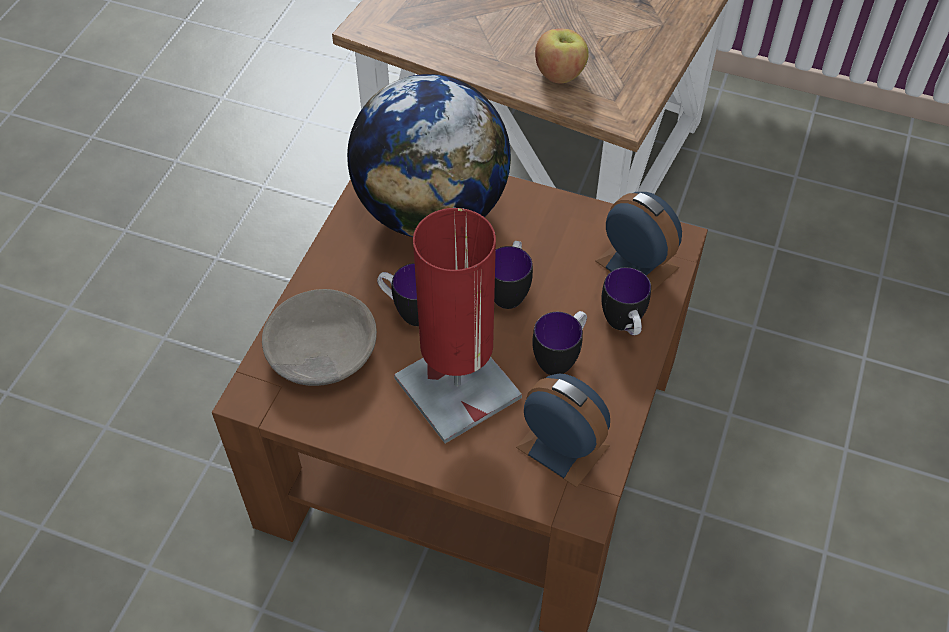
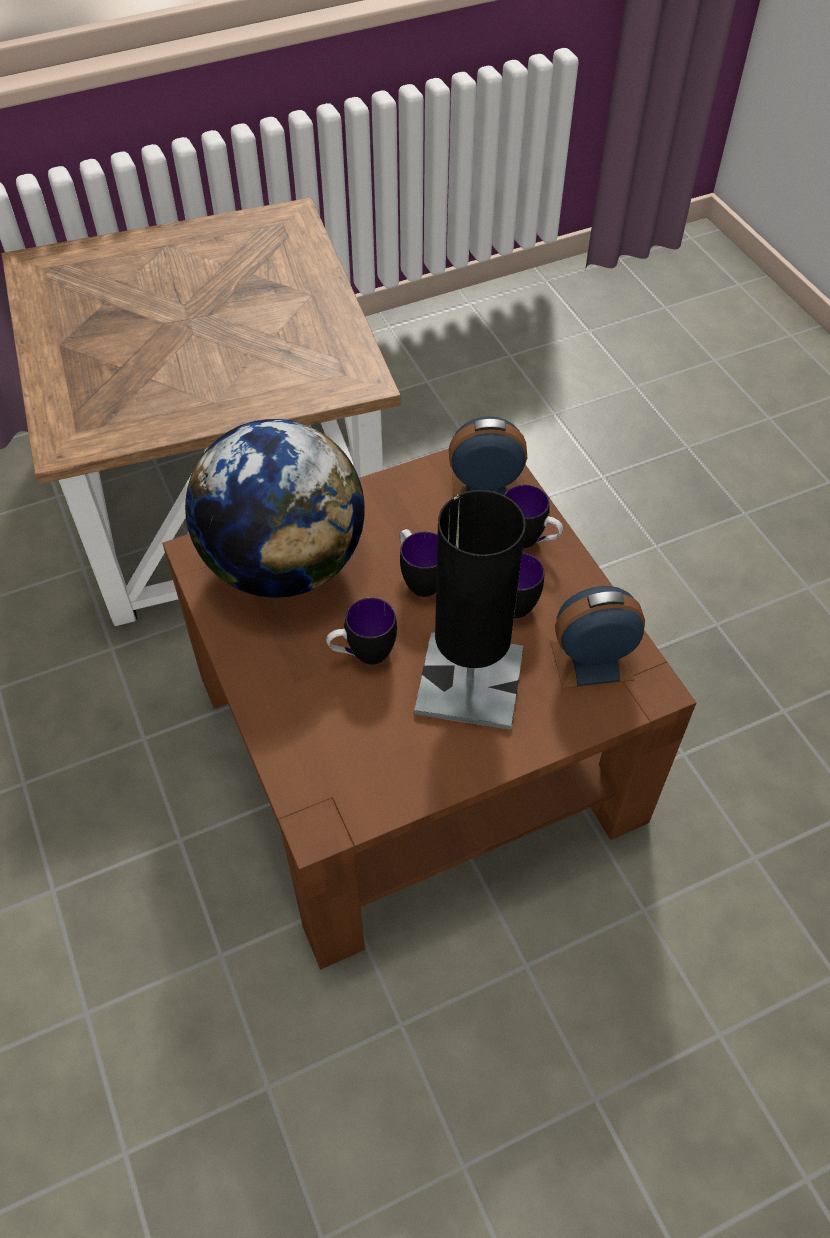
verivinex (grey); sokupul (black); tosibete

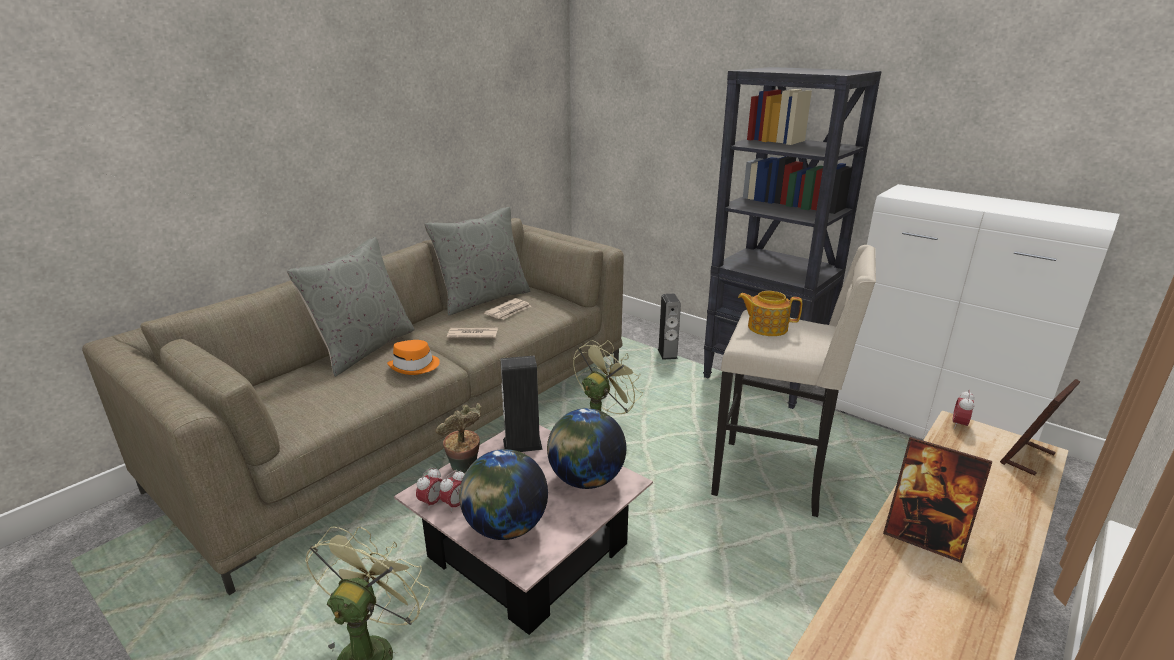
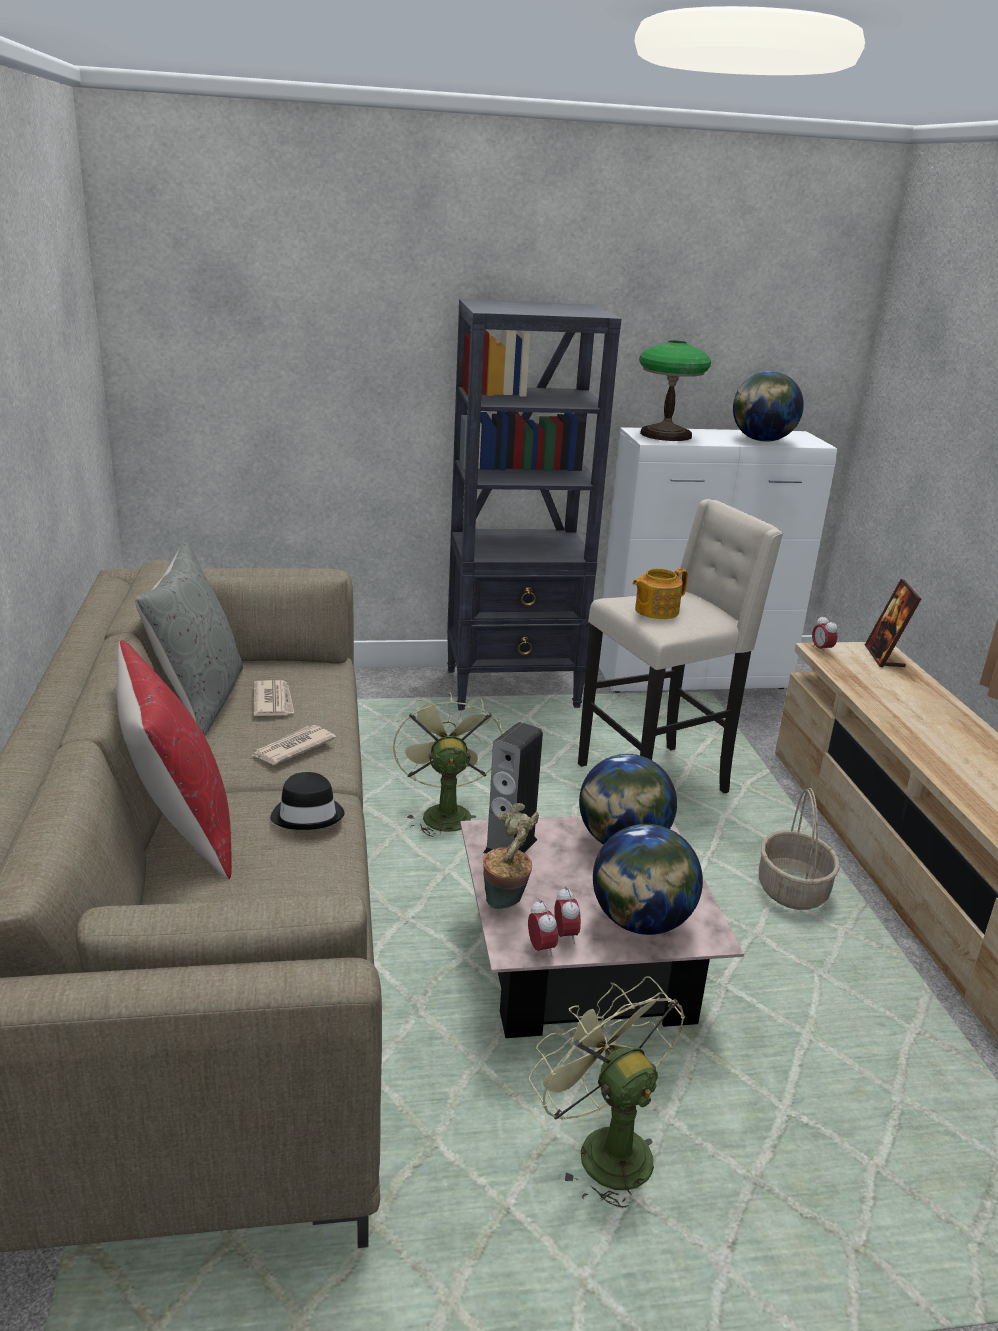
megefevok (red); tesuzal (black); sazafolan (2nd from left in the first image); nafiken (1st from left in the first image); sokupul; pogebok (3rd from left); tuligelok

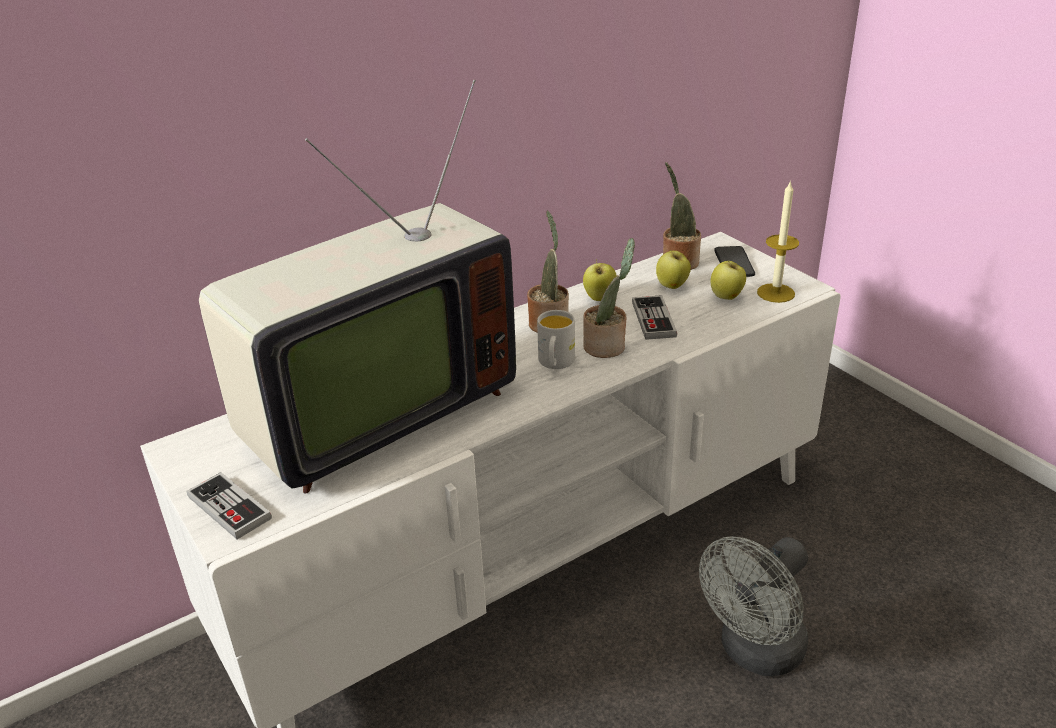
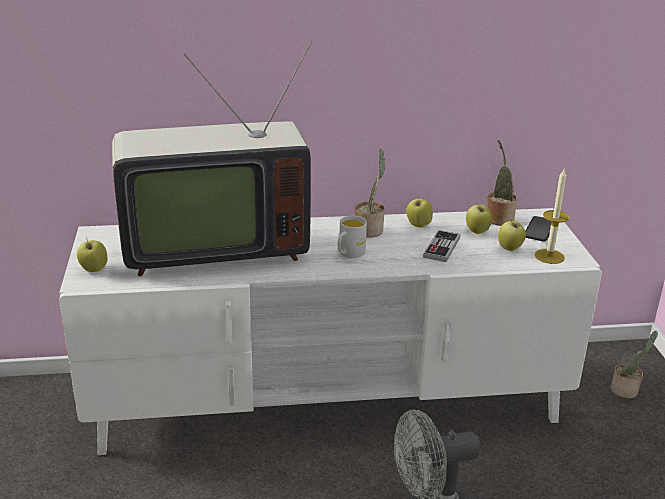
tosibete (1st from left); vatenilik (3rd from left)

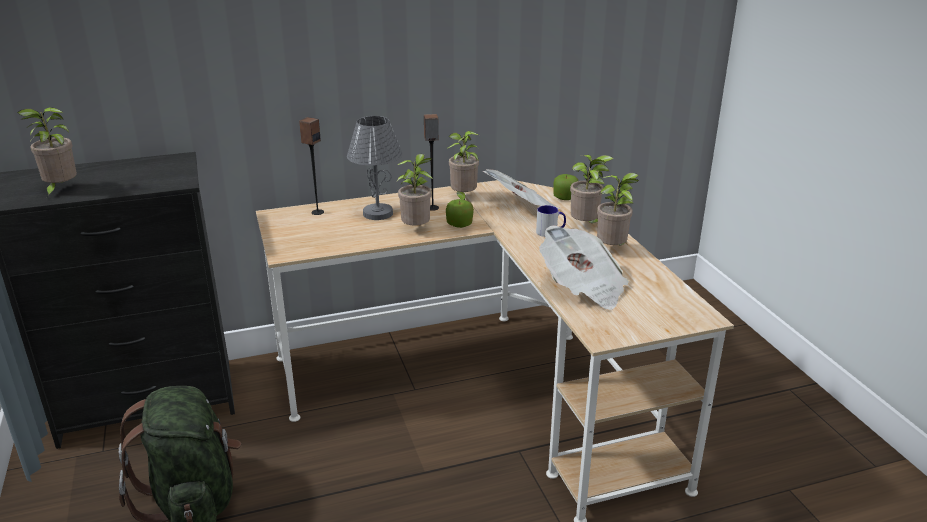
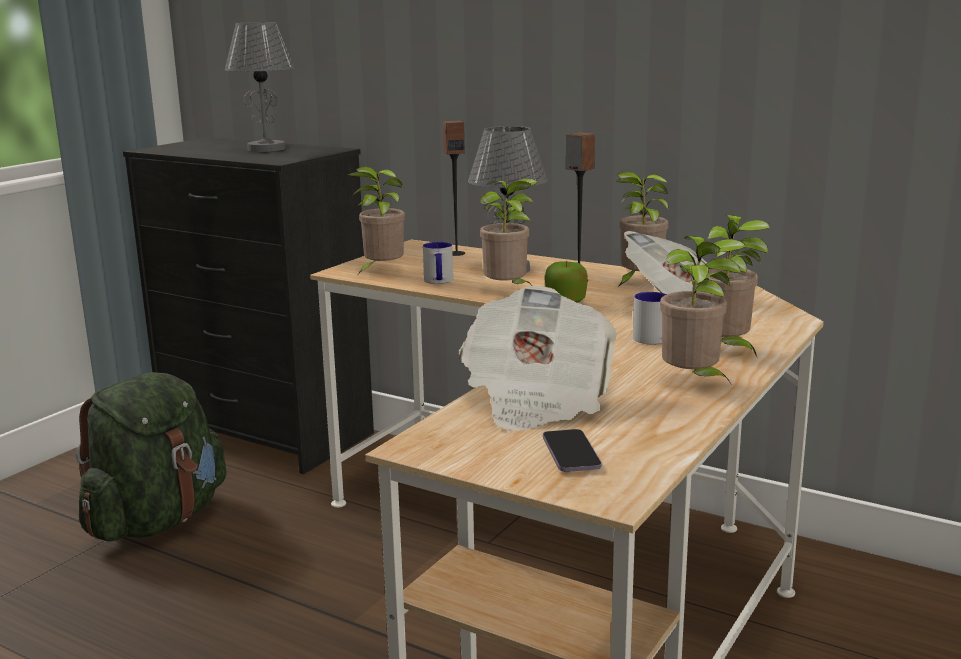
vatenilik (1st from left); tosibete (2nd from left in the first image); sokupul (grey) (1st from left); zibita (1st from left); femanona

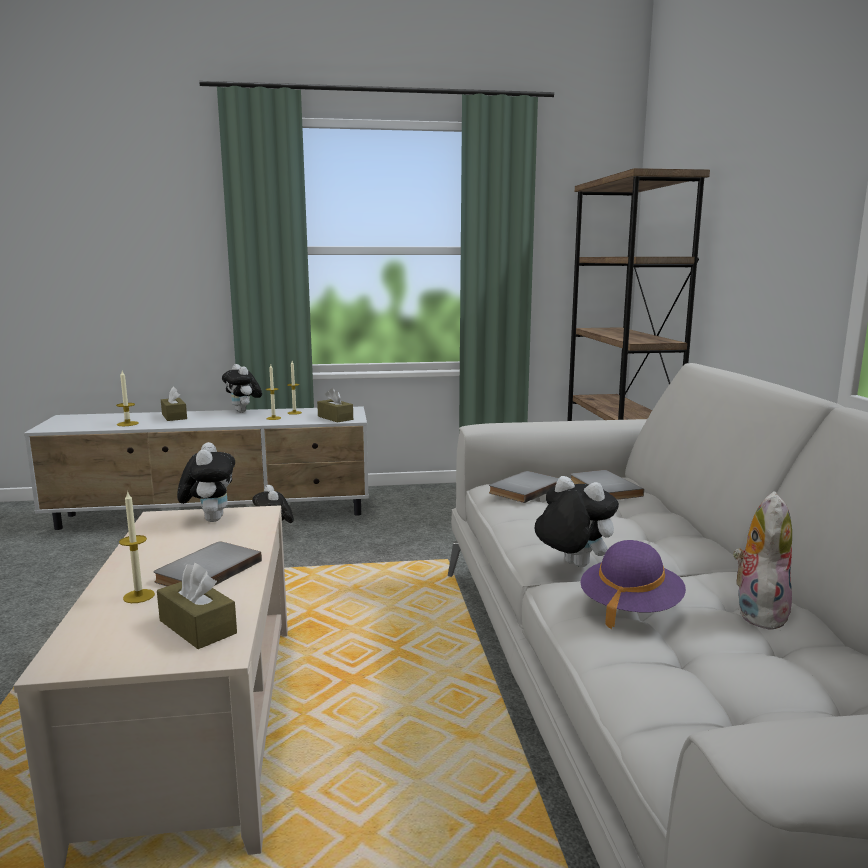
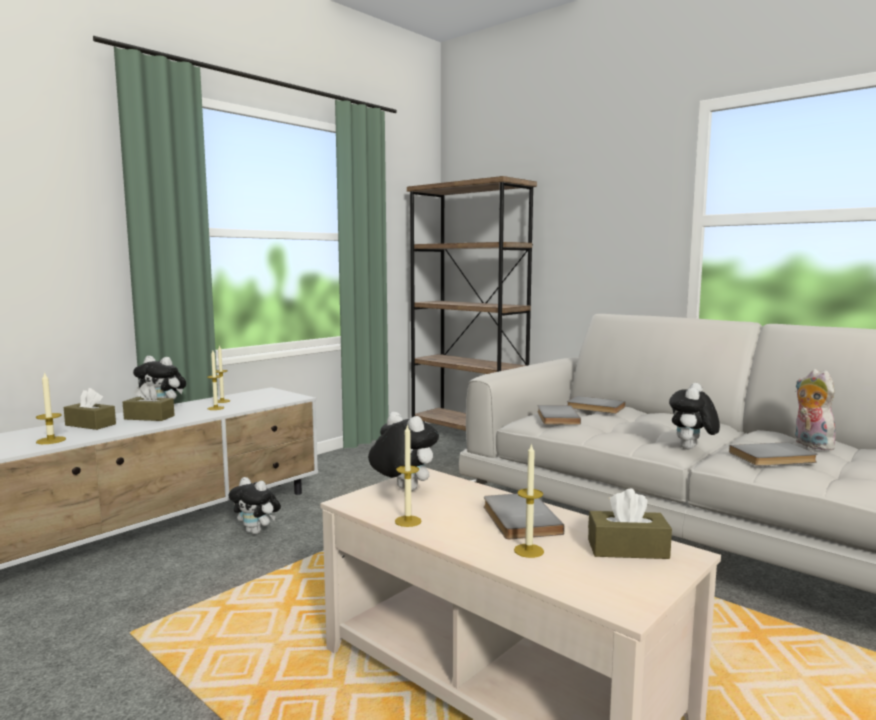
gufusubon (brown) (2nd from left); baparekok (4th from left); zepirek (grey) (4th from left); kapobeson (4th from left)

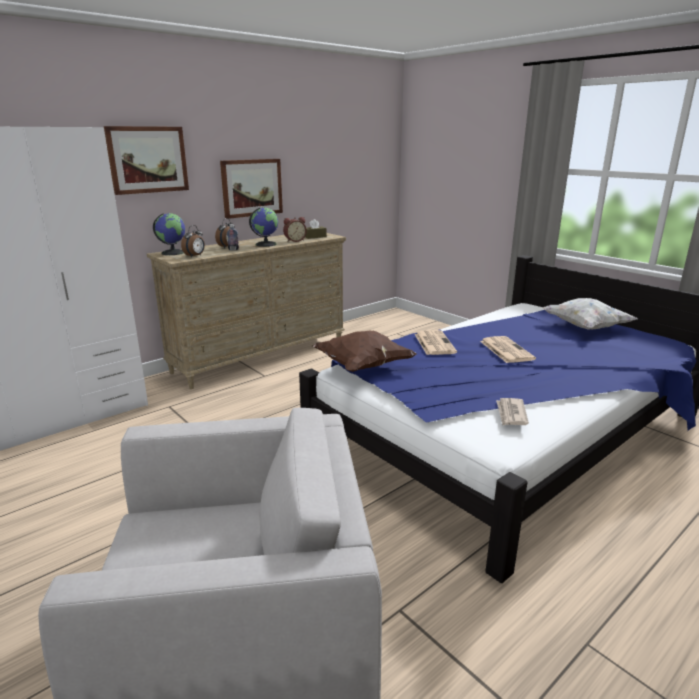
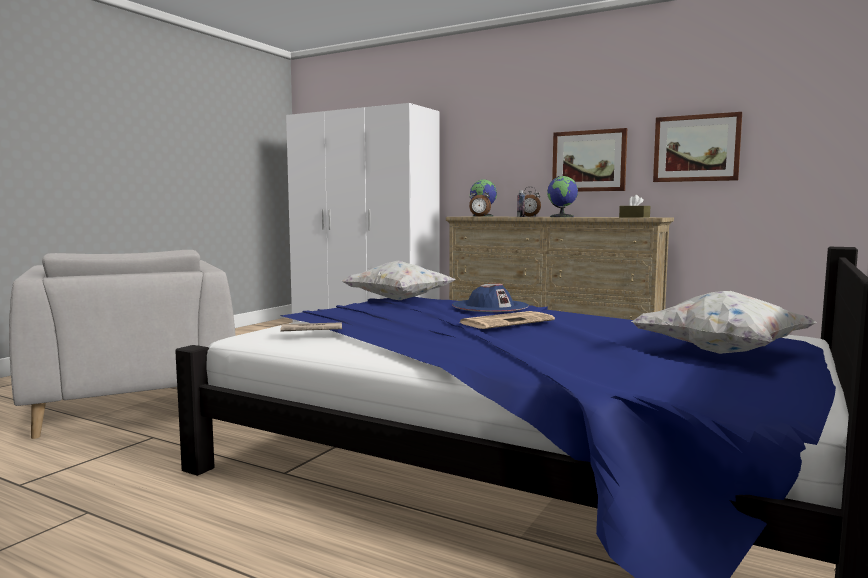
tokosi (2nd from left); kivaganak (3rd from left in the first image); megefevok (white) (1st from left); tesuzal (blue)

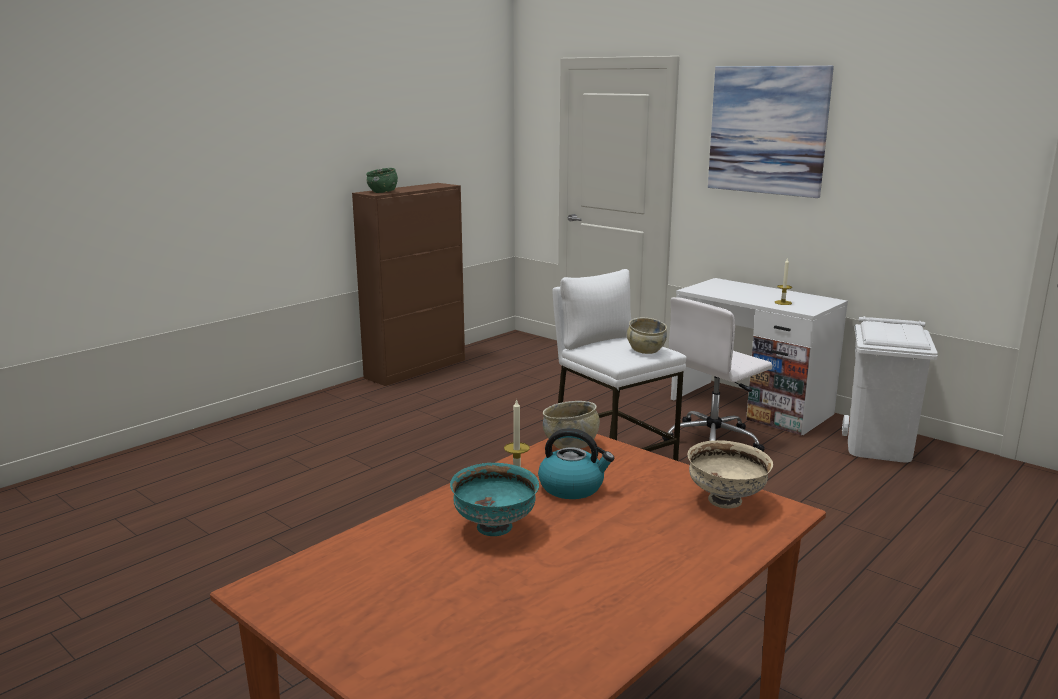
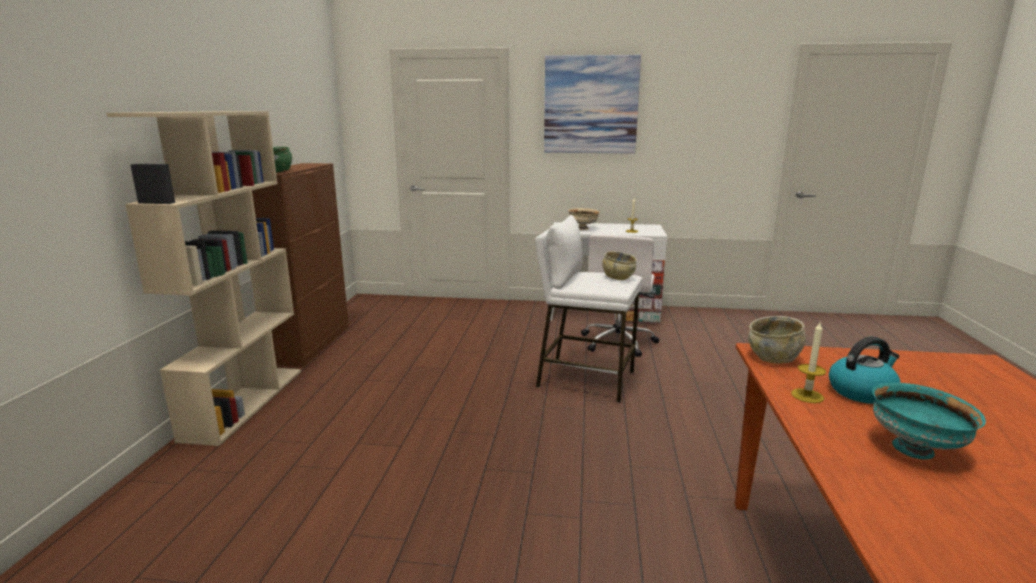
verivinex (beige) (1st from left); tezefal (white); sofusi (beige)

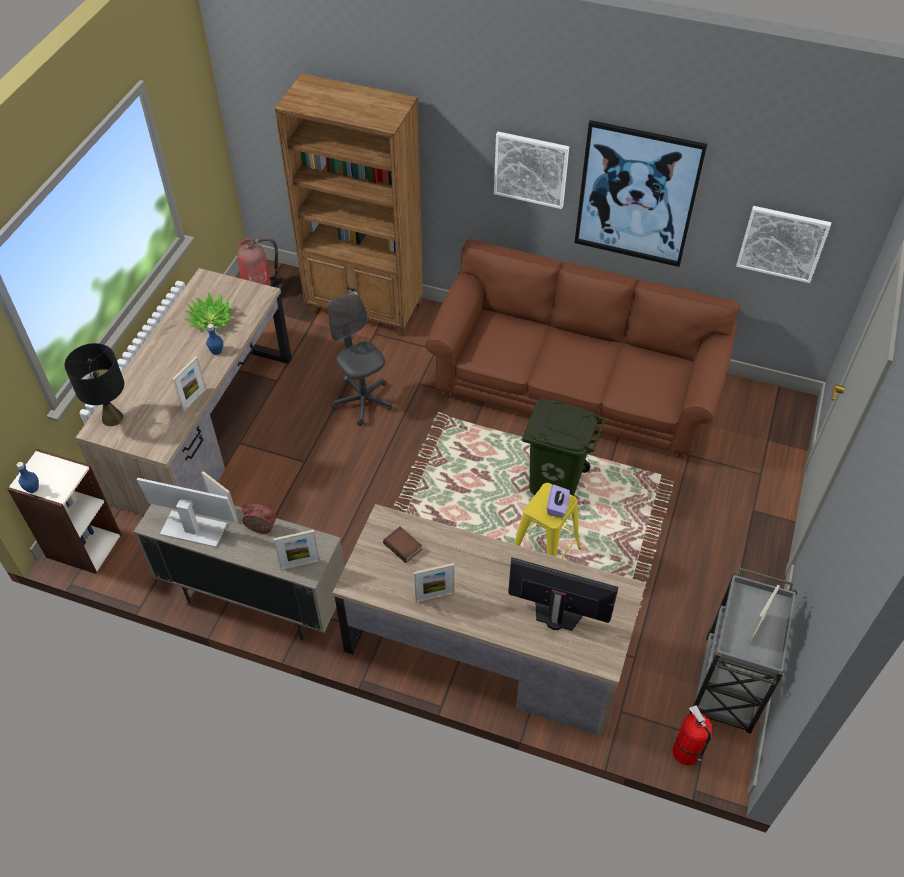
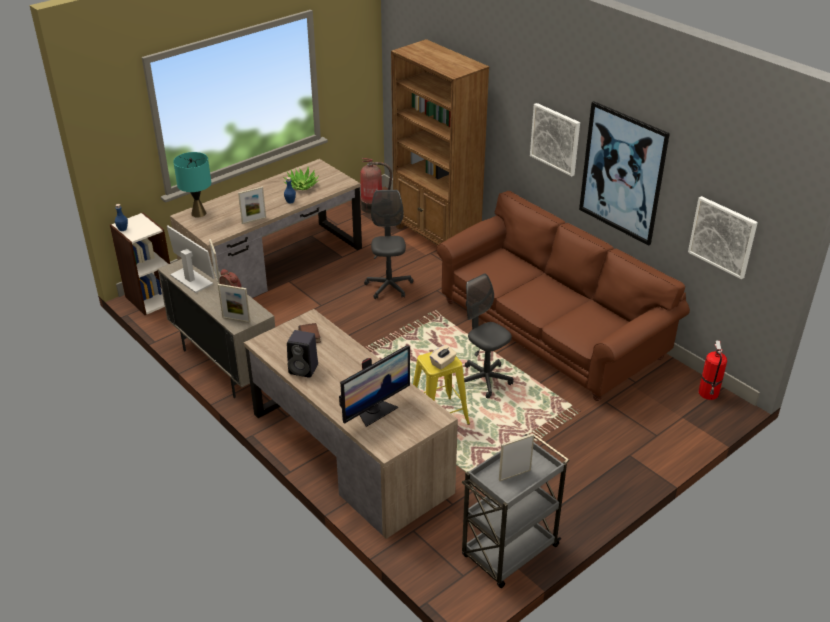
sokupul (turquoise); sazafolan (black); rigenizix (2nd from left); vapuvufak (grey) (2nd from left); gufusubon (beige); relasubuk (2nd from left)

